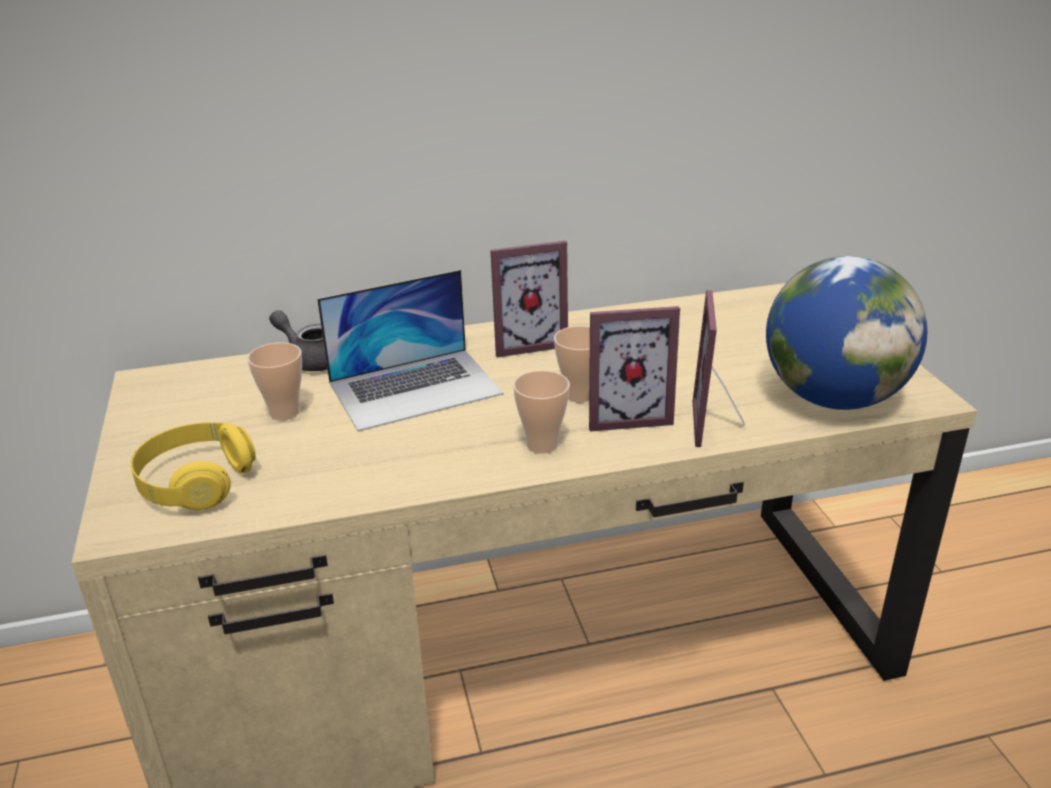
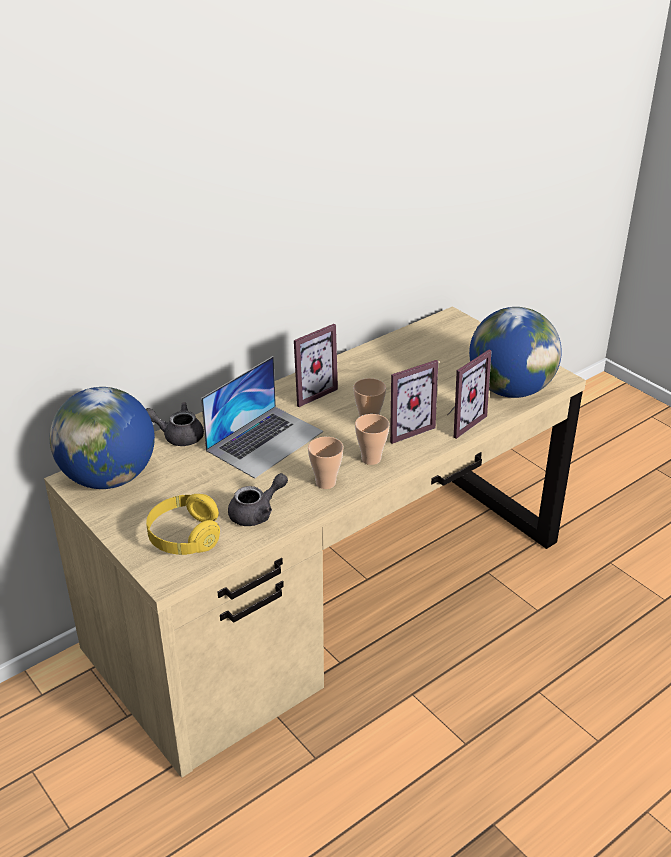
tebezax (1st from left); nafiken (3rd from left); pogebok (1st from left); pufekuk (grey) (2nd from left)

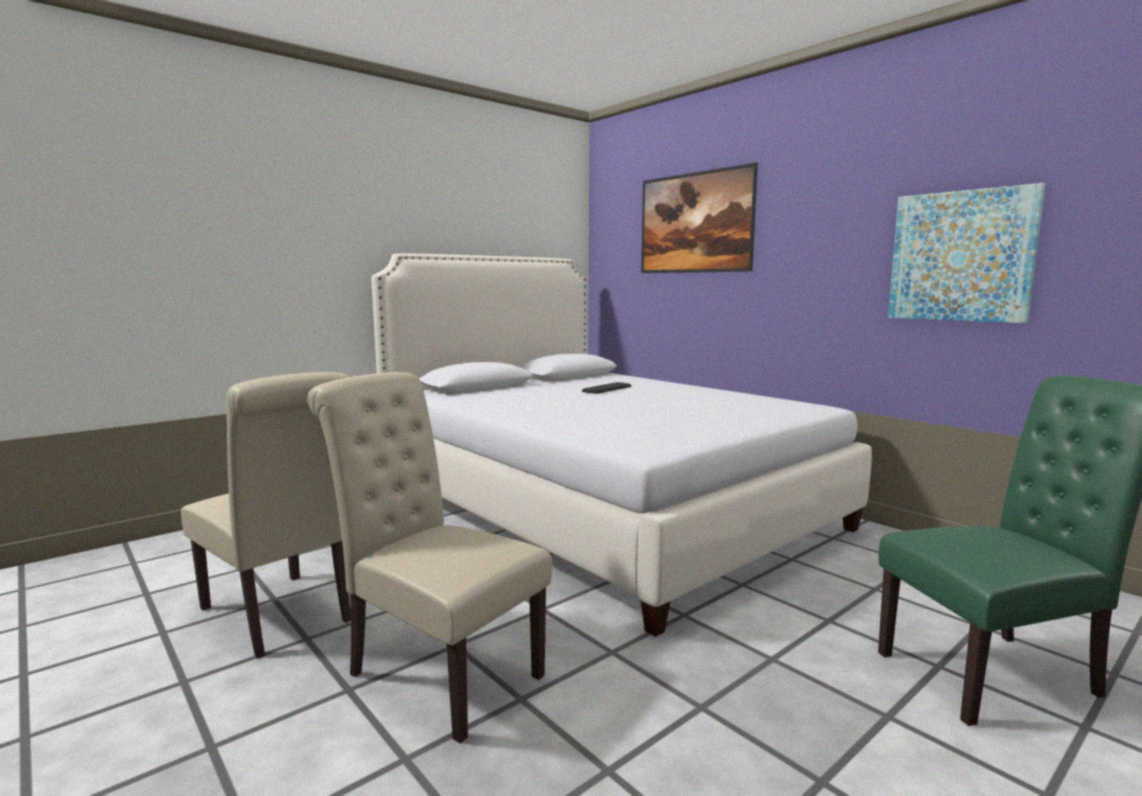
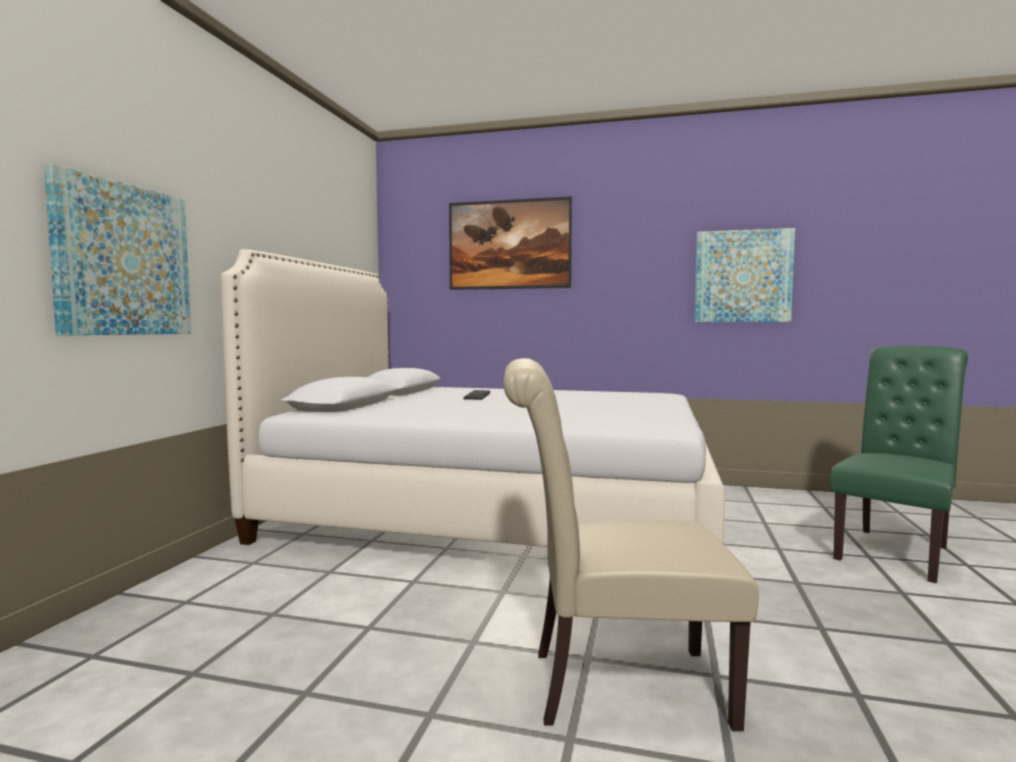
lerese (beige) (1st from left in the first image); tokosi (1st from left)

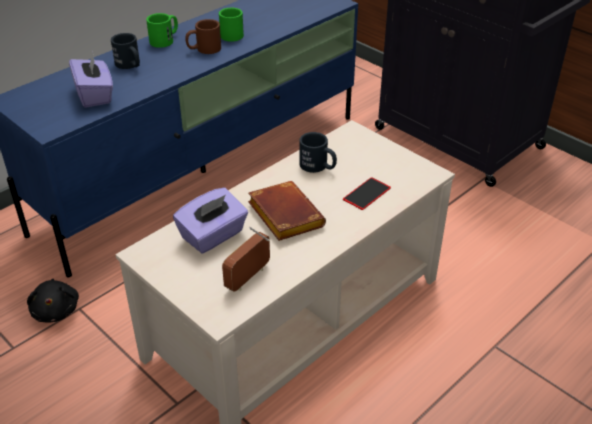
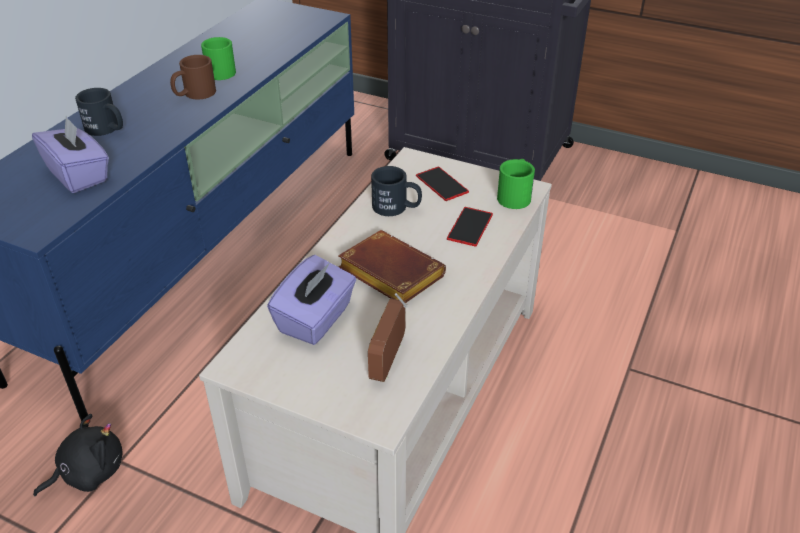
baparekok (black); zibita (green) (2nd from left); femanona (1st from left)

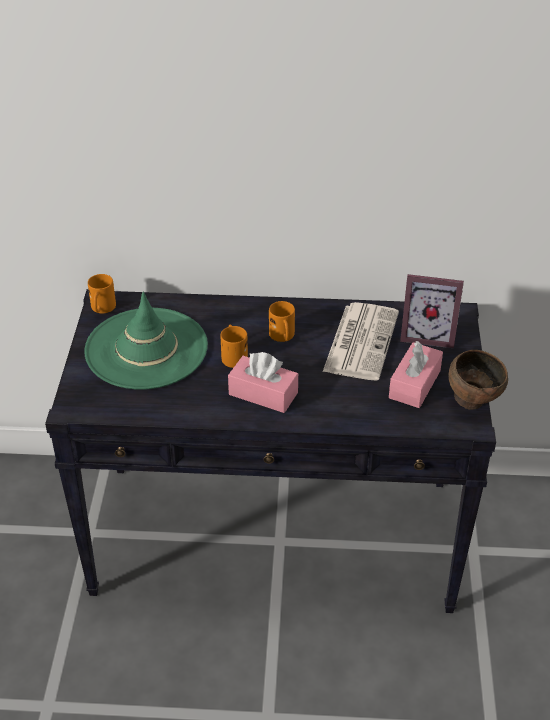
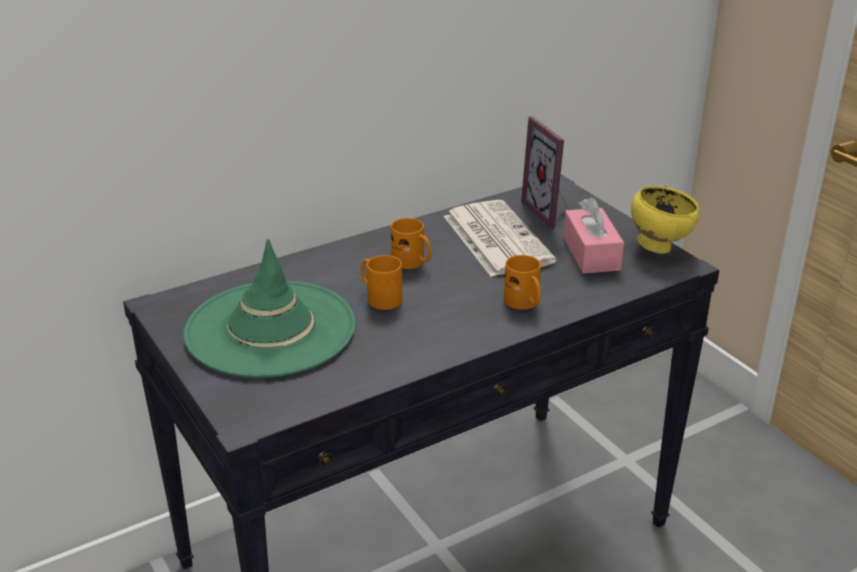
zibita (orange) (3rd from left); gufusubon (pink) (1st from left in the first image); nafiken; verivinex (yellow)

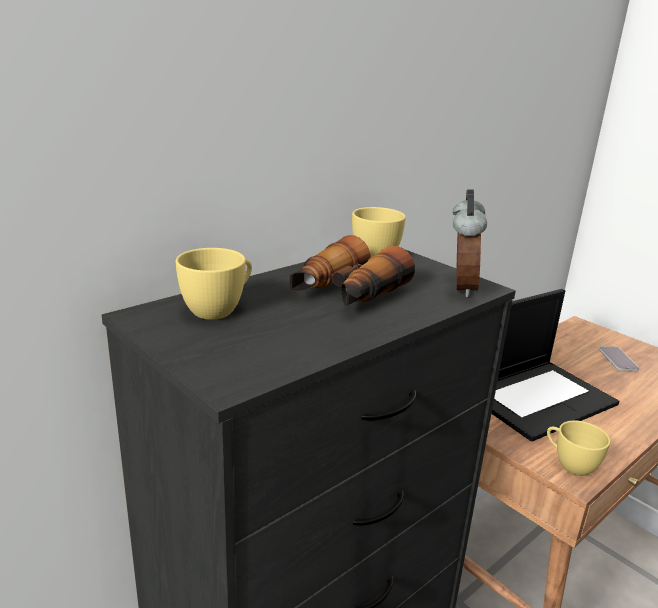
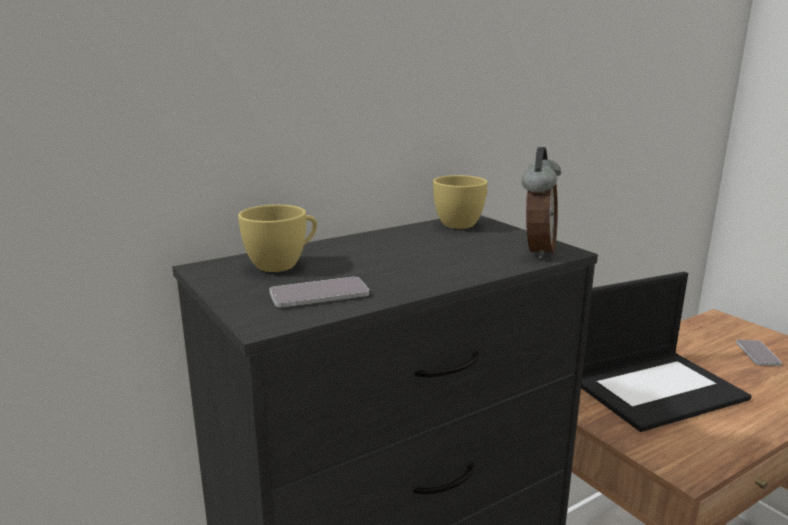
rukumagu; tebezax (yellow) (3rd from left in the first image); femanona (1st from left)

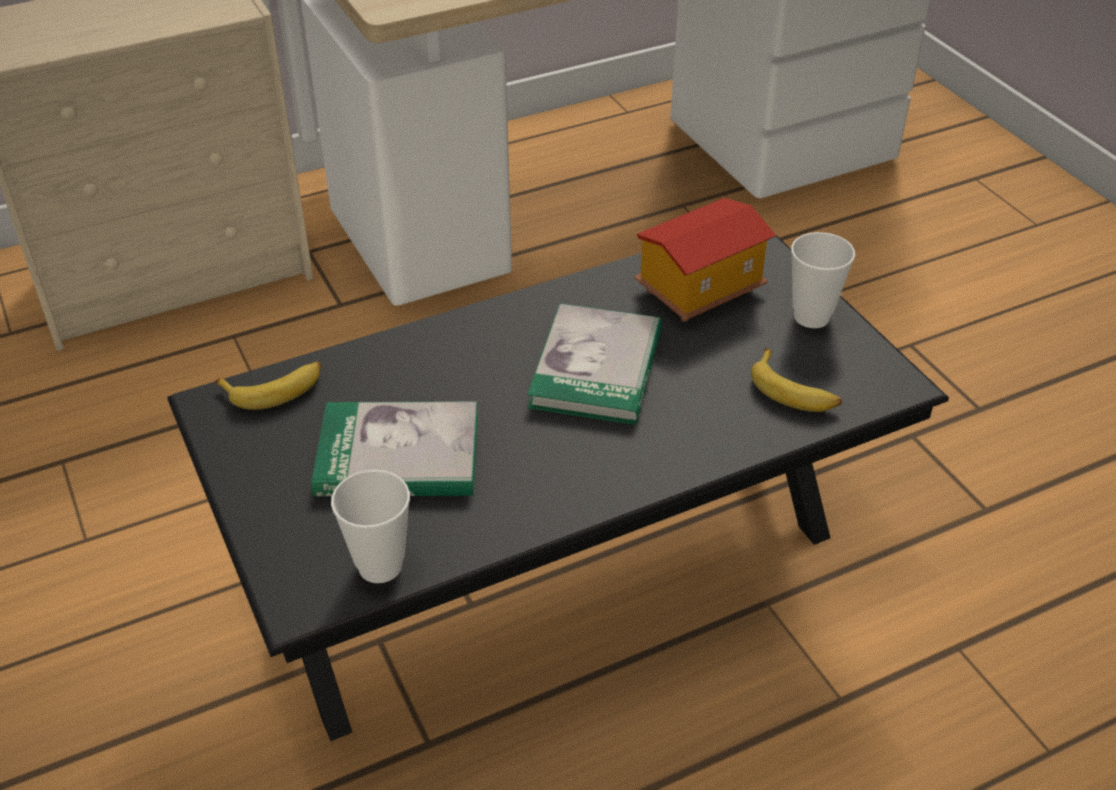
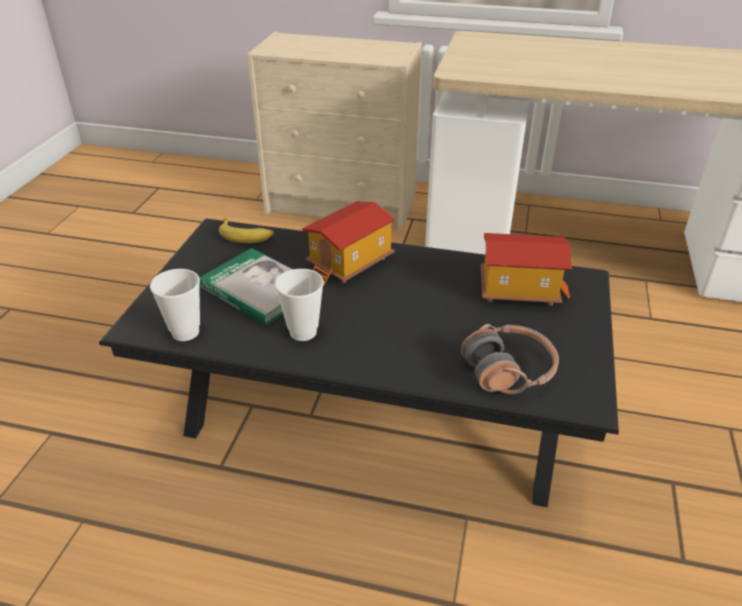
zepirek (2nd from left in the first image); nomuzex; tebezax (2nd from left); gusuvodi (1st from left)

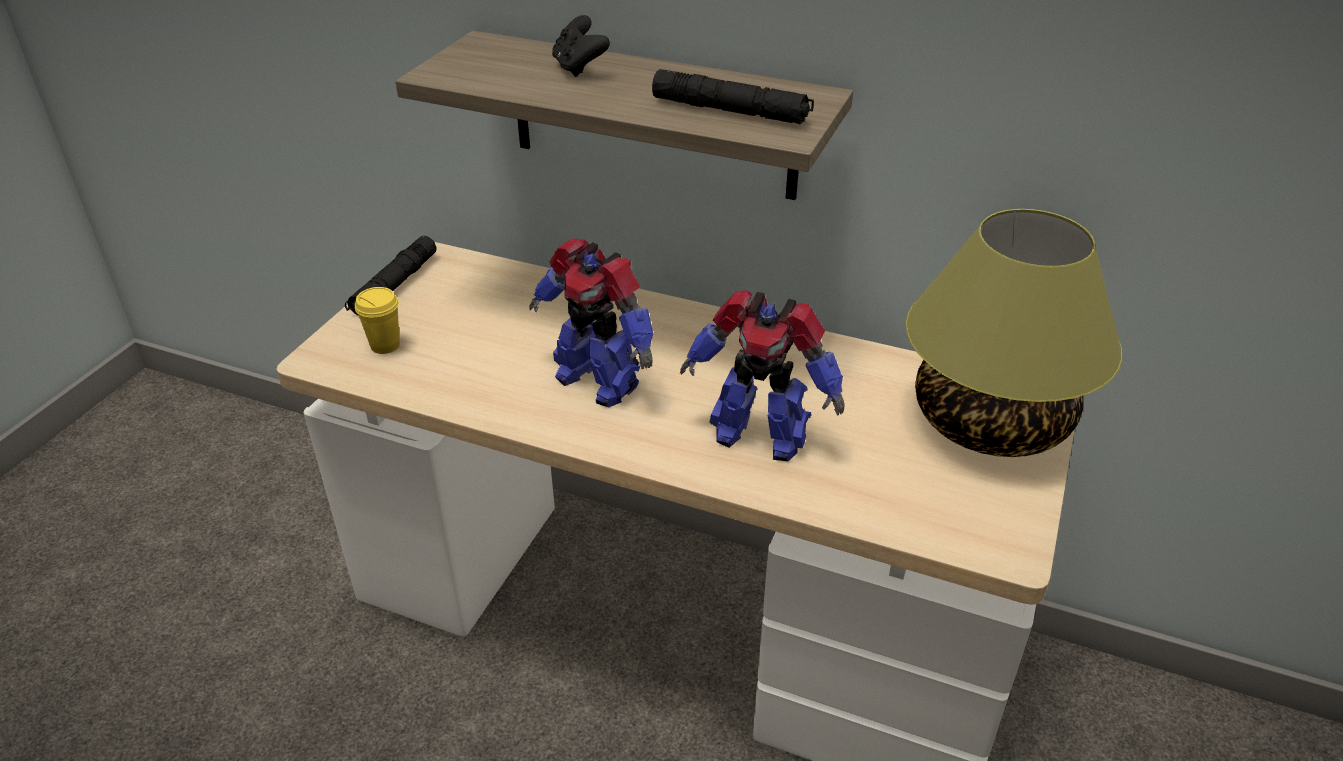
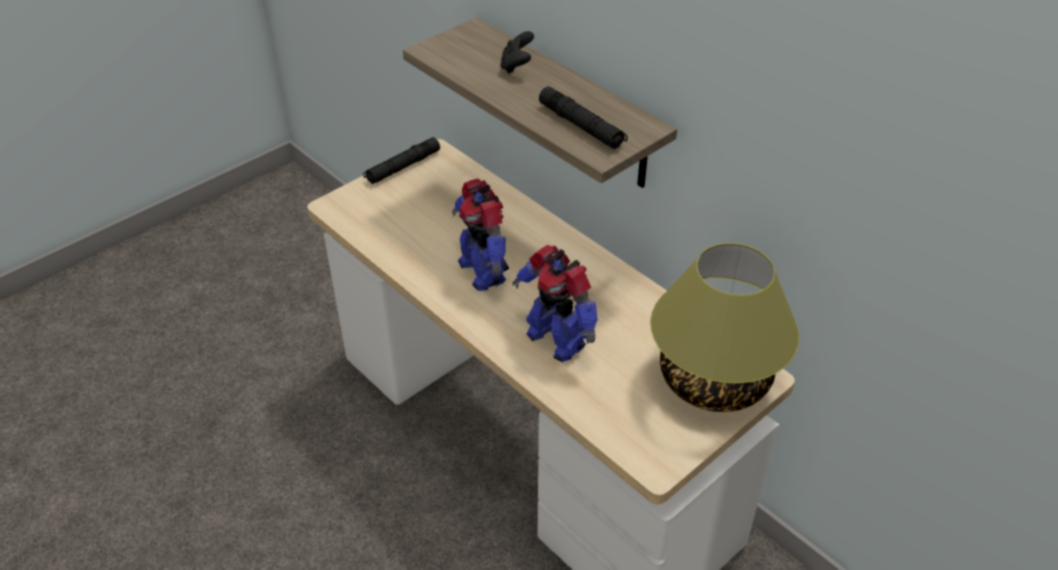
tebezax (yellow)

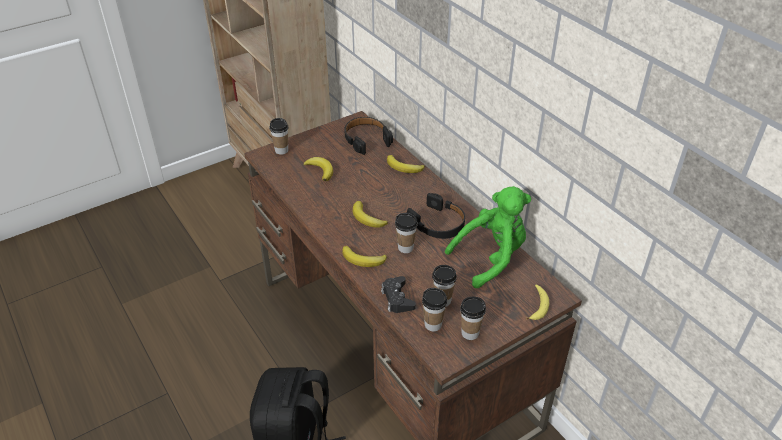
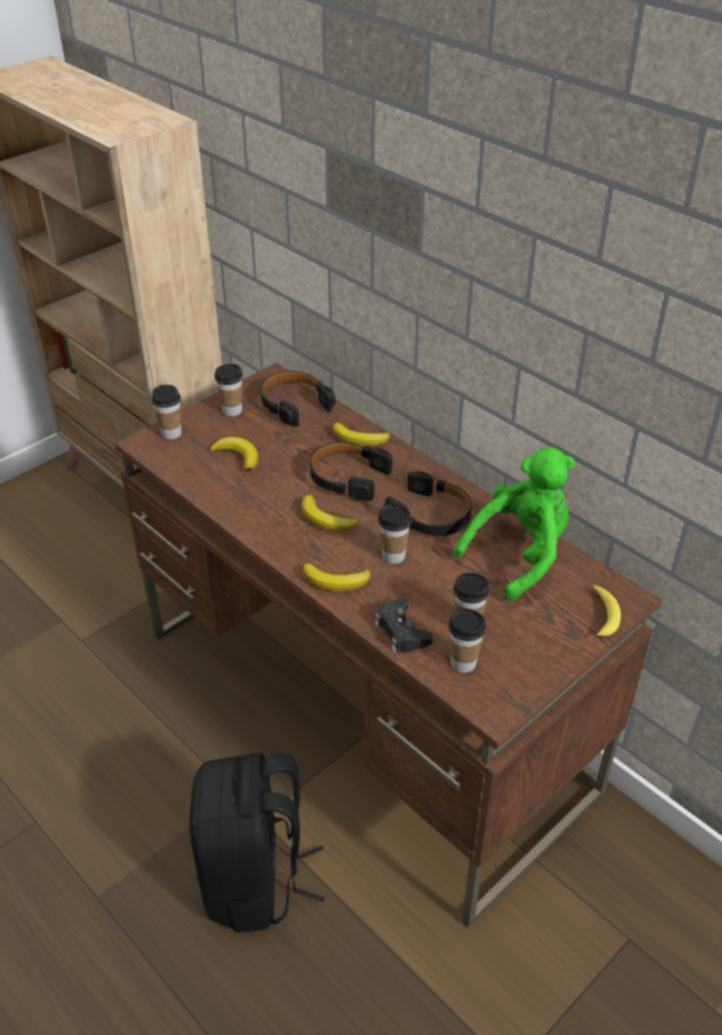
tebezax (2nd from left); nomuzex (black) (2nd from left)

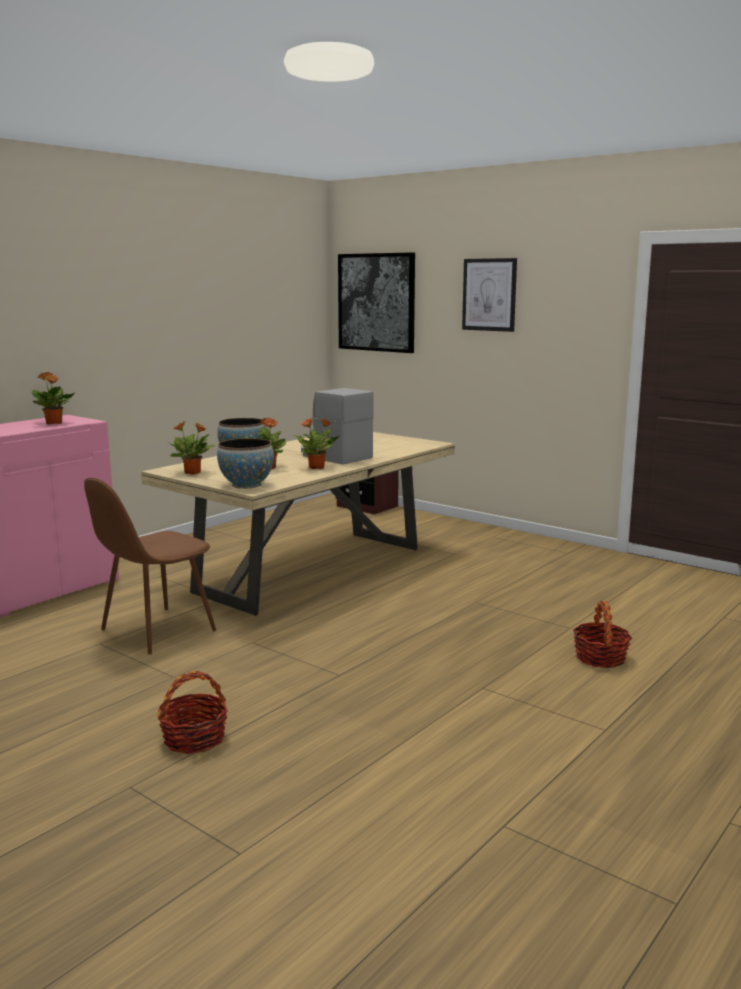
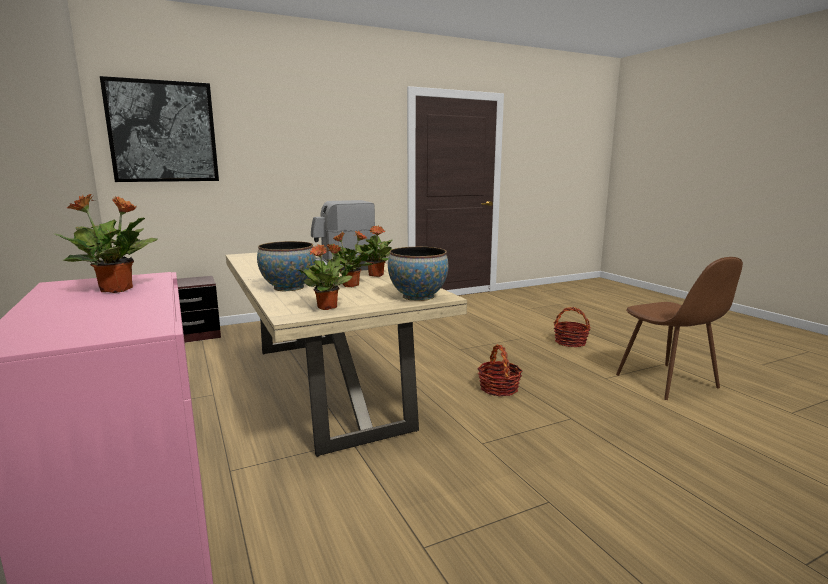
lerese (brown); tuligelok (1st from left); tokosi (2nd from left in the first image)

